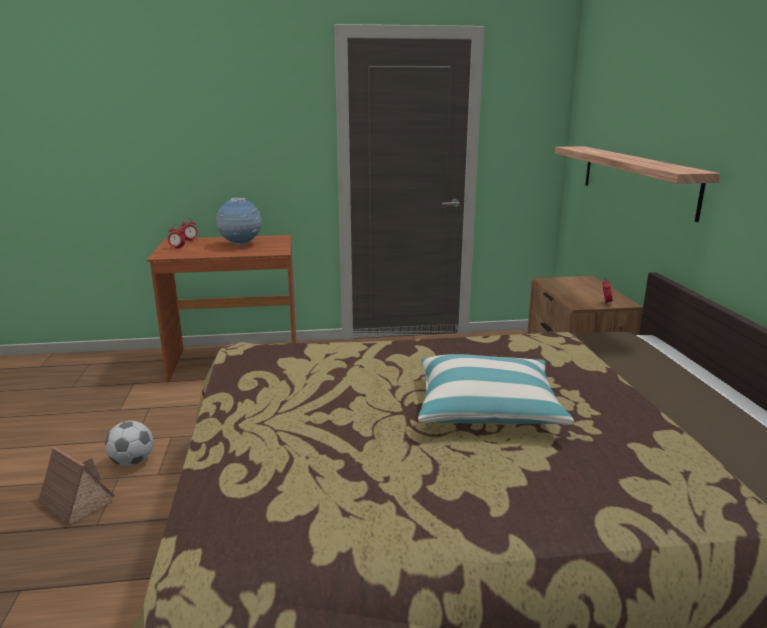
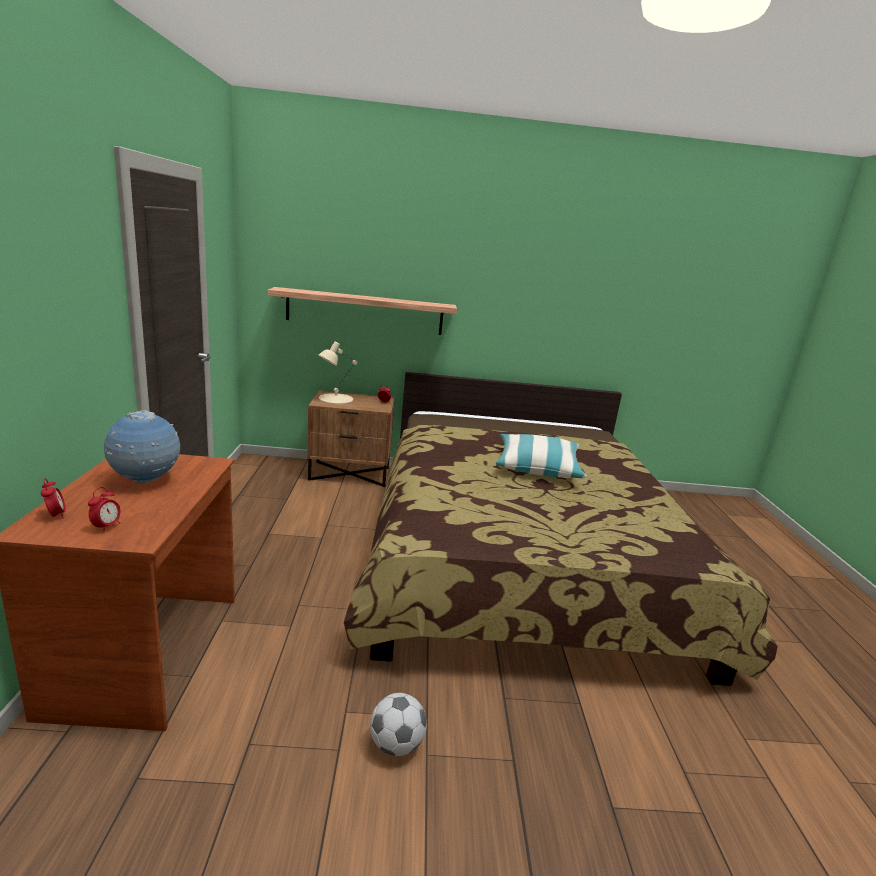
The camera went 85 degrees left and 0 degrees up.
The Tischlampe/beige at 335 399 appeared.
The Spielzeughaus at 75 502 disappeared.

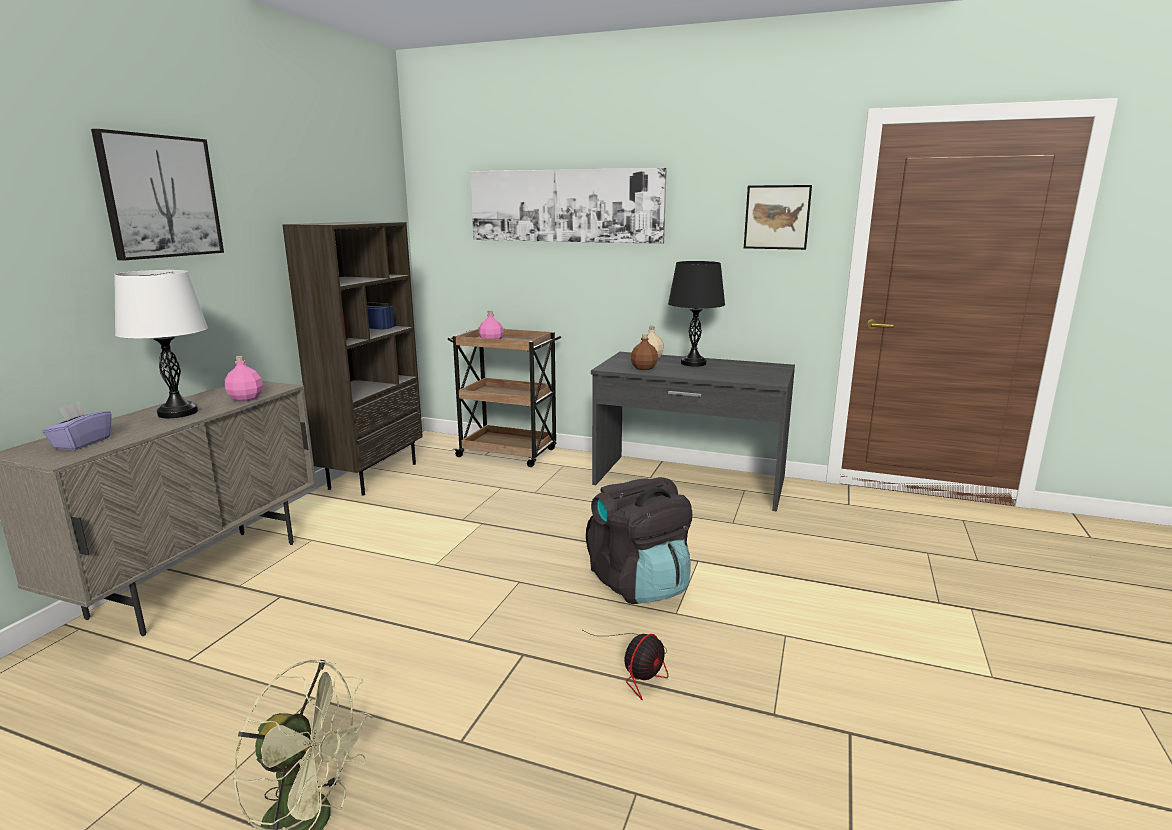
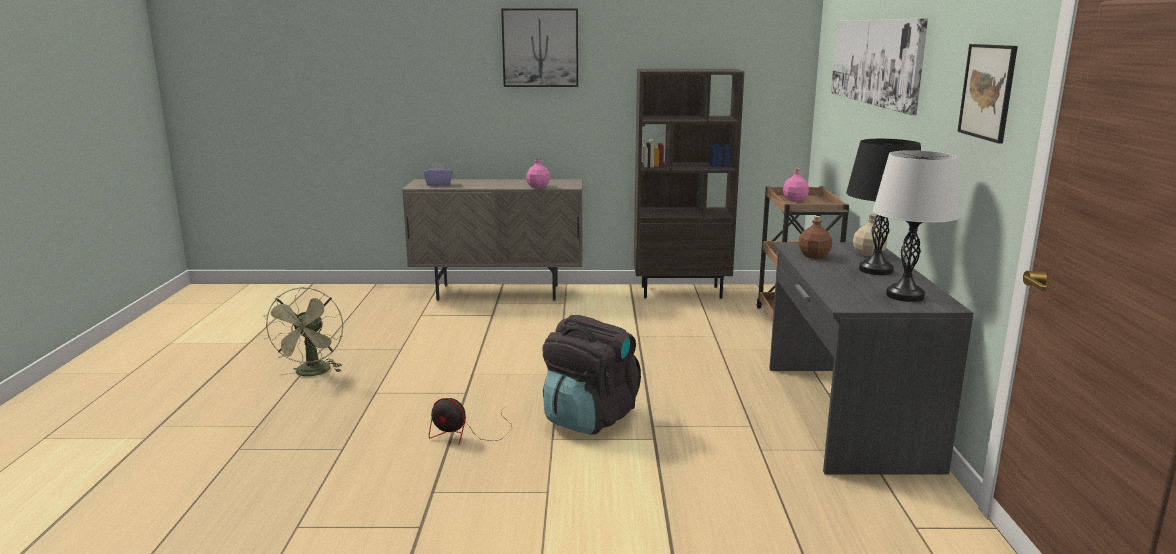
The camera went 70 degrees right and 0 degrees up.
The Tischlampe/weiß moved from 178 413 to 905 296.

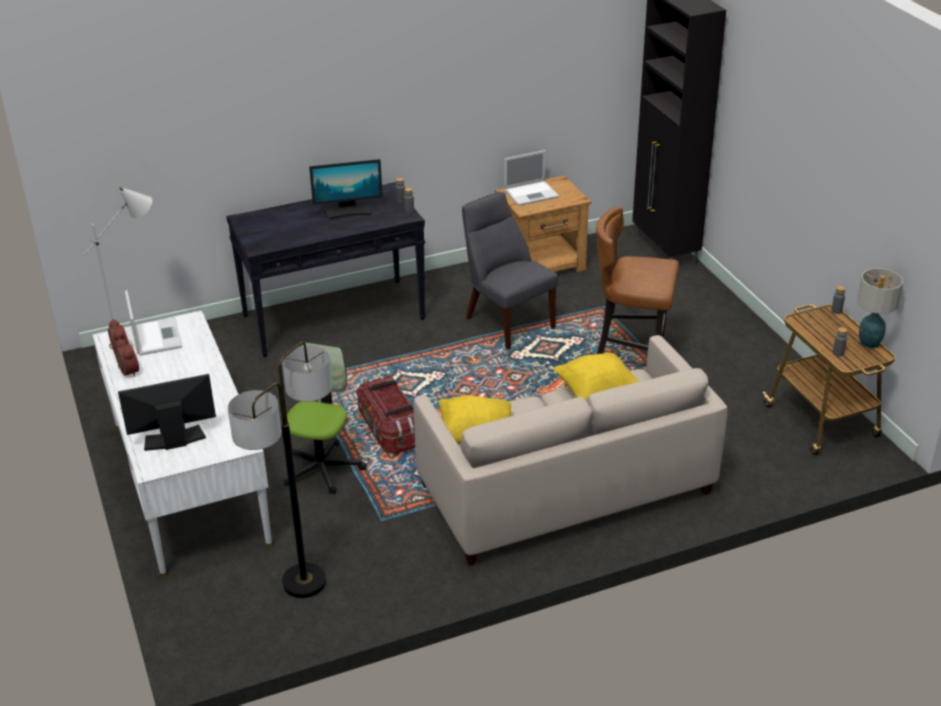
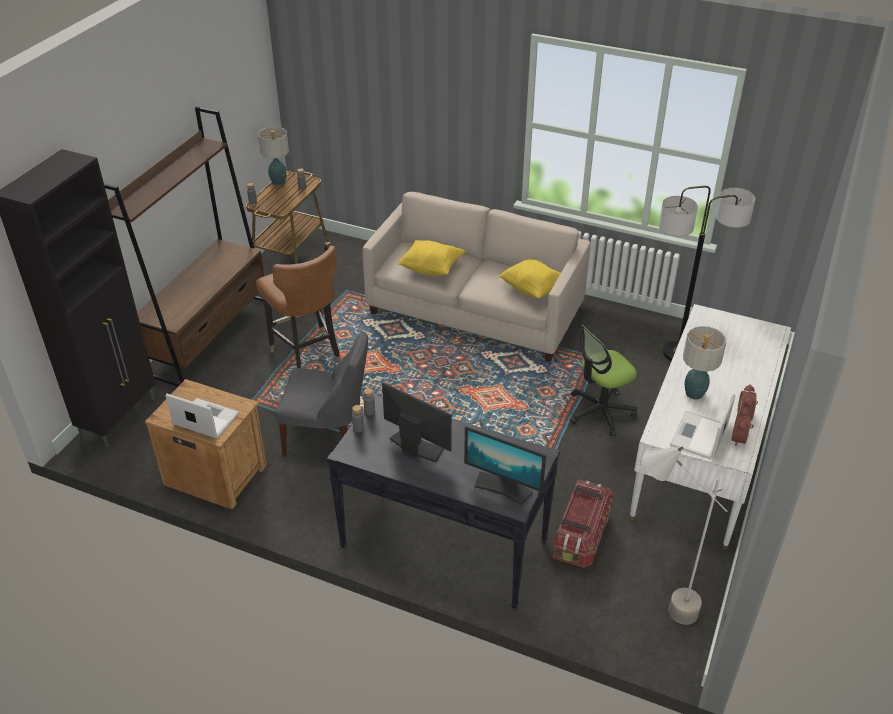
The camera went 135 degrees left and 5 degrees up.
The Bücherregal/braun at 208 336 appeared.
The Stuhl/grau at 506 321 turned 90 degrees counterclockwise.
The Monitor moved from 174 440 to 503 487.
The Aufbewahrungsbox moved from 390 430 to 581 535.
The Tischlampe at 694 394 appeared.

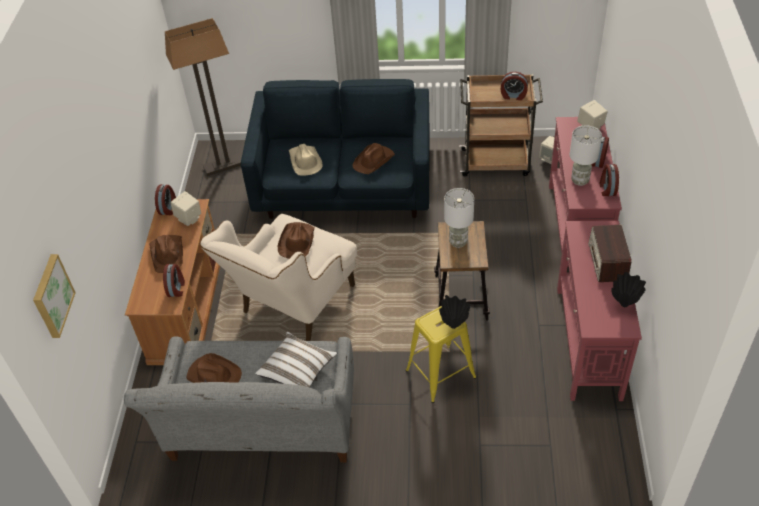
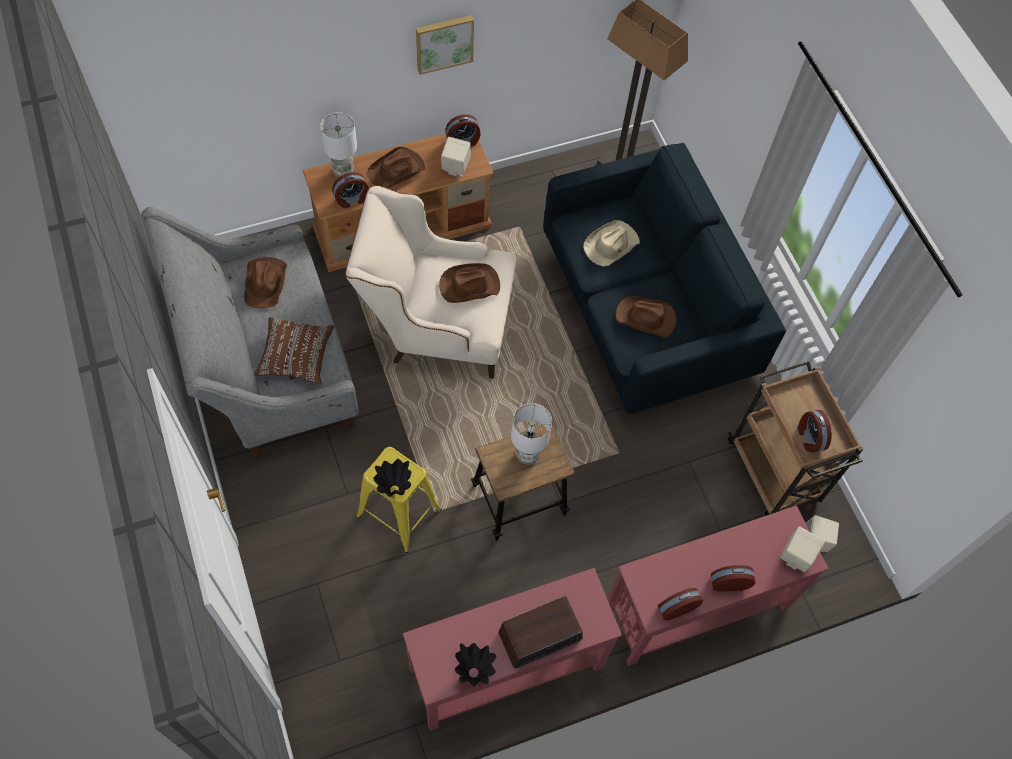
The camera went 60 degrees right and 15 degrees up.
The Kissen/weiß at 297 371 became the Kissen/braun at 296 357.
The Tischlampe/weiß moved from 580 181 to 343 172.
The Bild moved from 51 296 to 444 42.

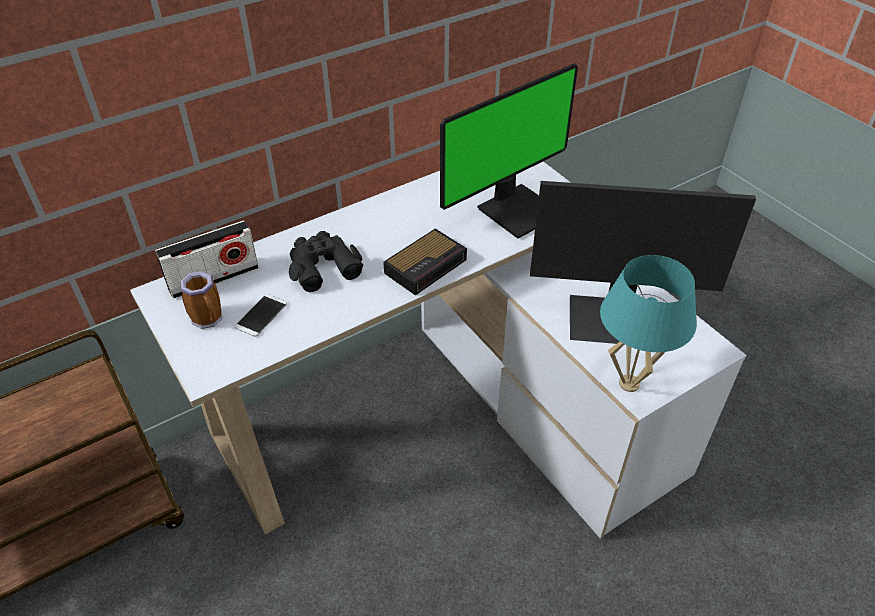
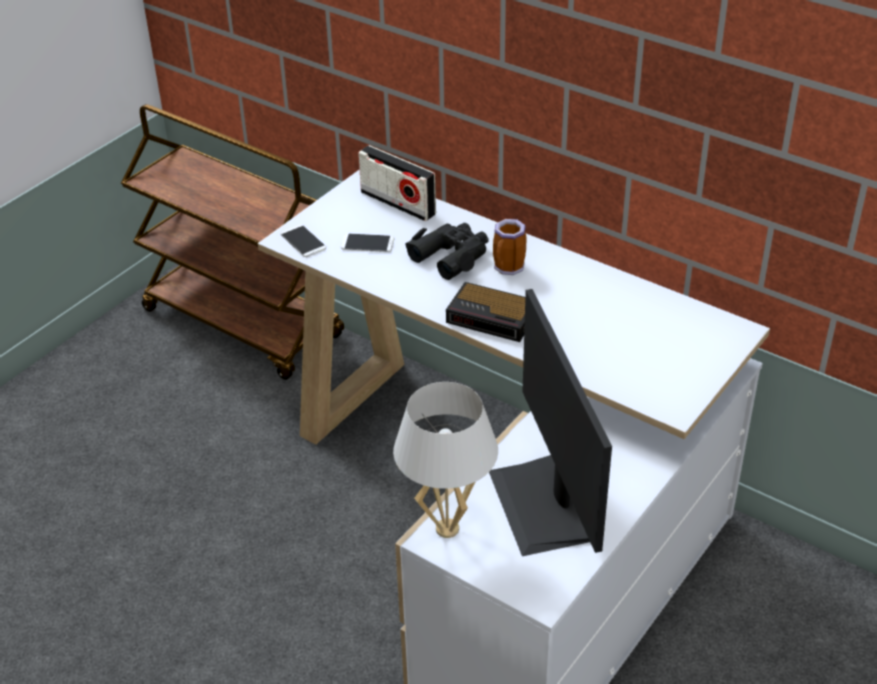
The camera went 70 degrees right and 5 degrees down.
The Handy at 303 241 appeared.
The Tischlampe/türkis at 629 384 became the Tischlampe/weiß at 446 529.
The Henkelbecher moved from 210 319 to 508 269.
The Monitor at 517 209 disappeared.

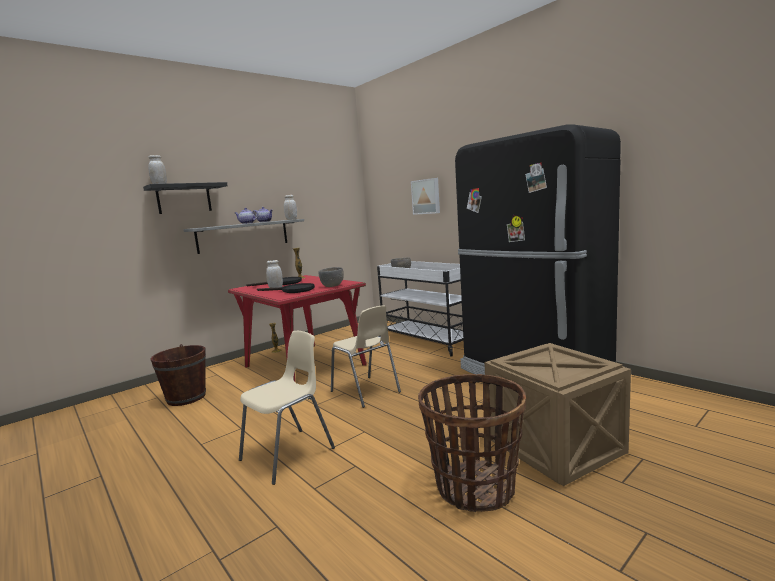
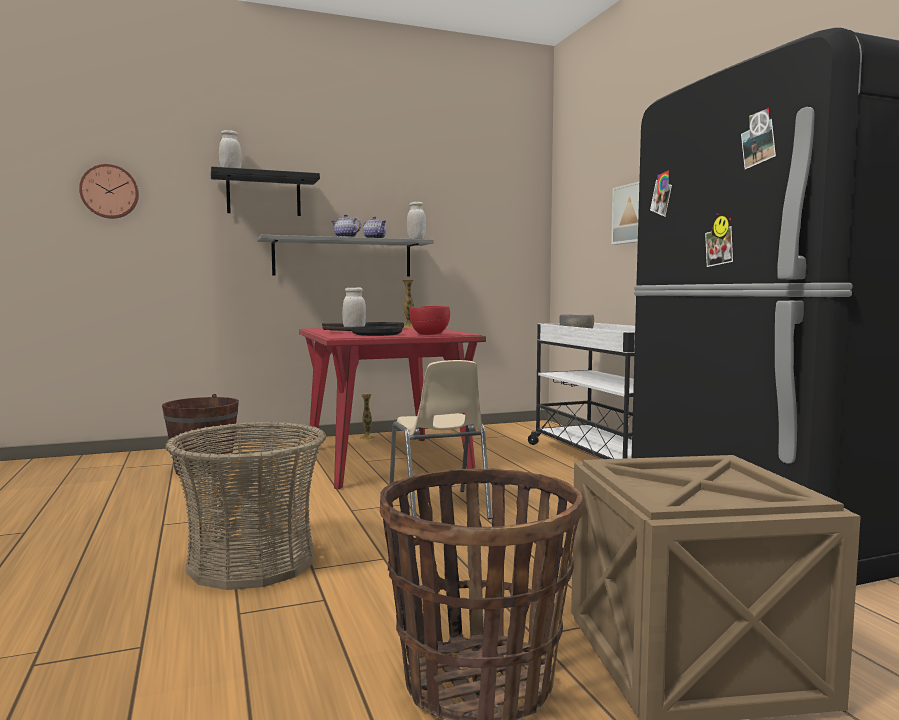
The camera went 20 degrees right and 5 degrees down.
The Wanduhr at 110 191 appeared.
The Stuhl/beige at 289 454 was replaced by the Korb at 252 562.
The Schüssel/grau at 332 286 became the Schüssel/rot at 430 334.

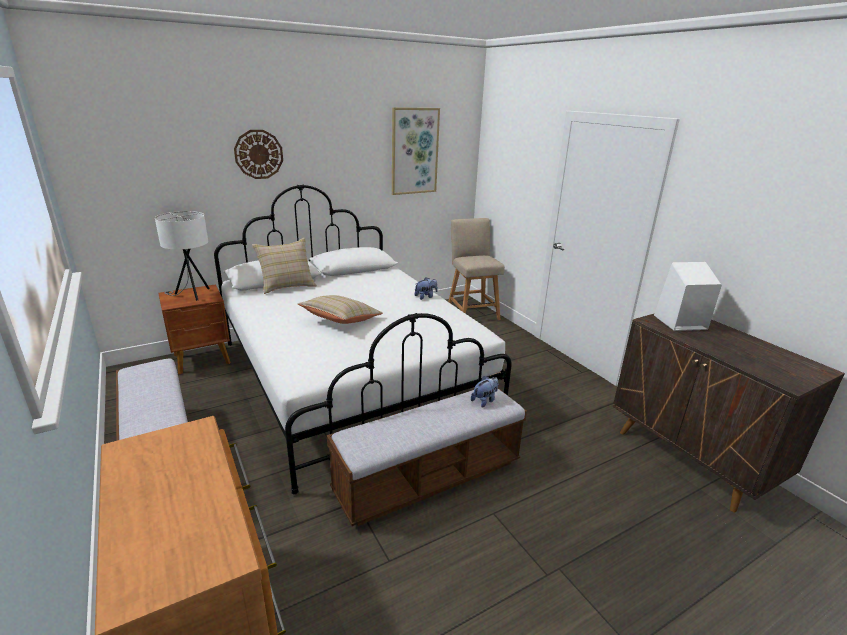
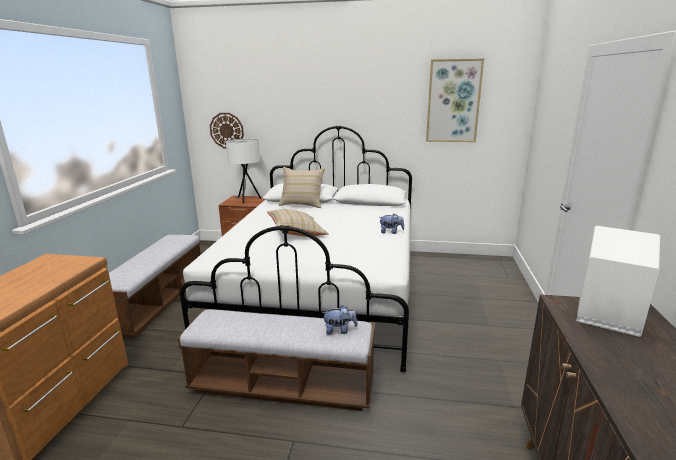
The camera went 40 degrees right and 5 degrees down.
The Wanduhr moved from 258 154 to 226 130.
The Stuhl/beige at 471 312 disappeared.

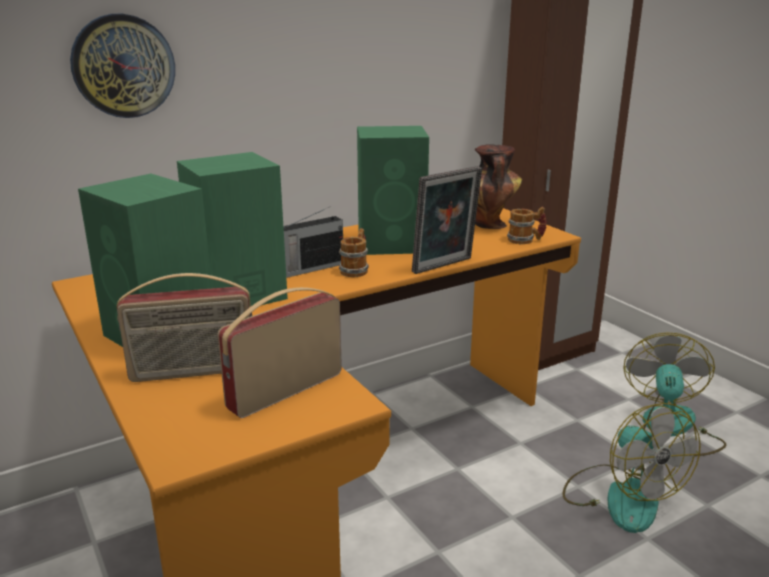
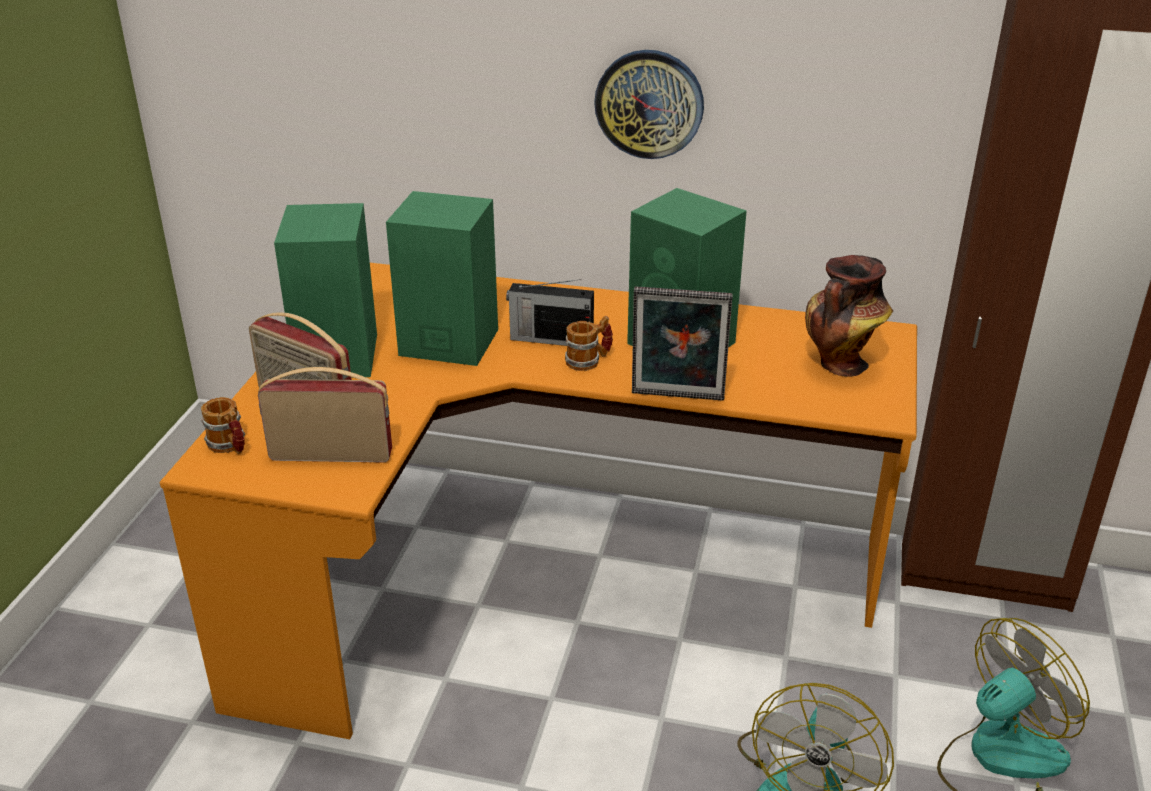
The camera went 45 degrees right and 10 degrees up.
The Henkelbecher moved from 525 240 to 230 446.
The Wanduhr moved from 123 66 to 649 104.

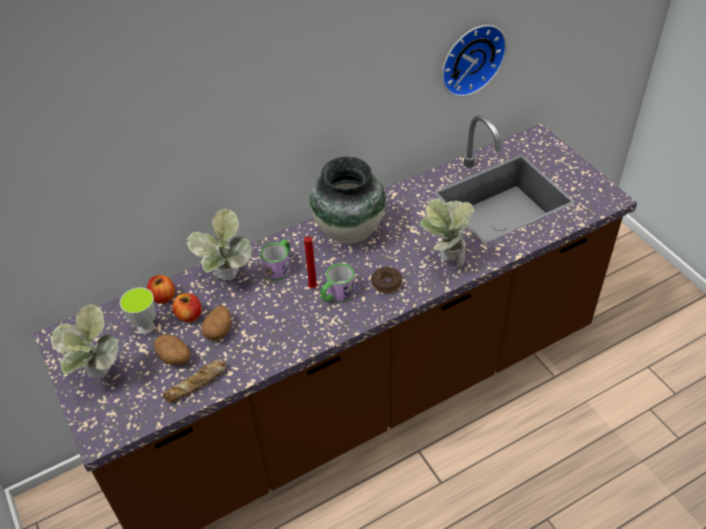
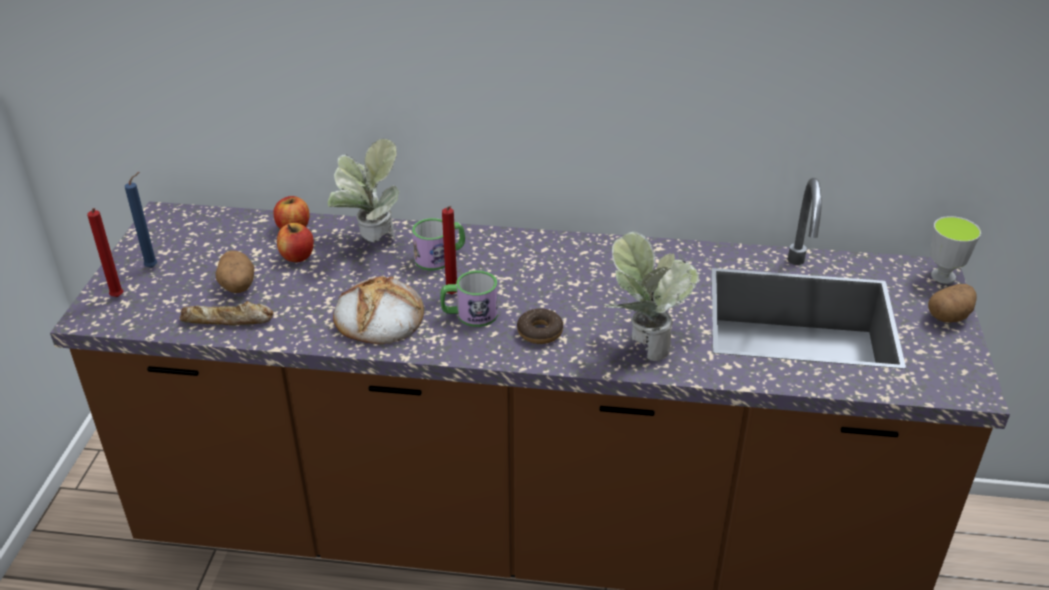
The camera went 35 degrees right and 10 degrees down.
The Kerze/rot at 118 298 appeared.
The Topfpflanze at 99 377 was replaced by the Kerze/blau at 154 266.
The Brot at 378 318 appeared.
The Kartoffel moved from 219 331 to 949 316.
The Tasse moved from 146 327 to 943 276.
The Vase at 349 232 disappeared.
The Wanduhr at 470 58 disappeared.

